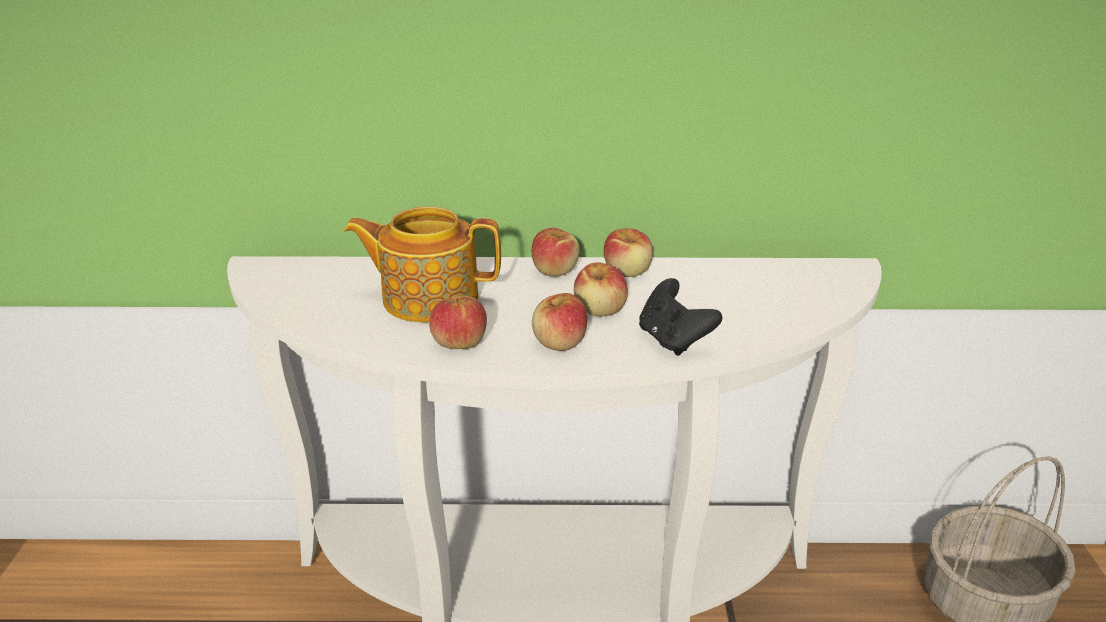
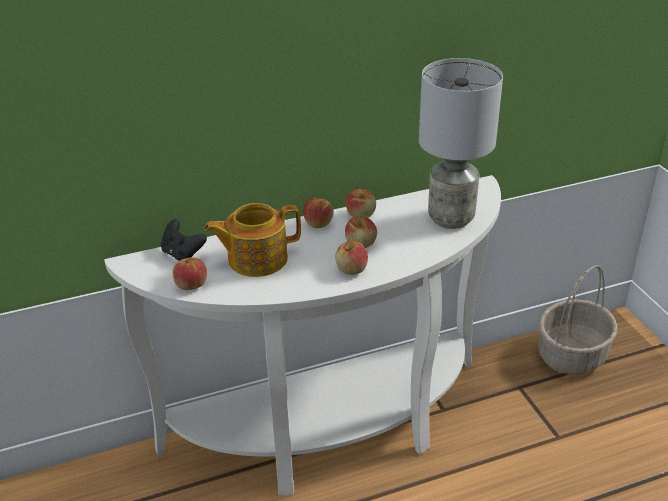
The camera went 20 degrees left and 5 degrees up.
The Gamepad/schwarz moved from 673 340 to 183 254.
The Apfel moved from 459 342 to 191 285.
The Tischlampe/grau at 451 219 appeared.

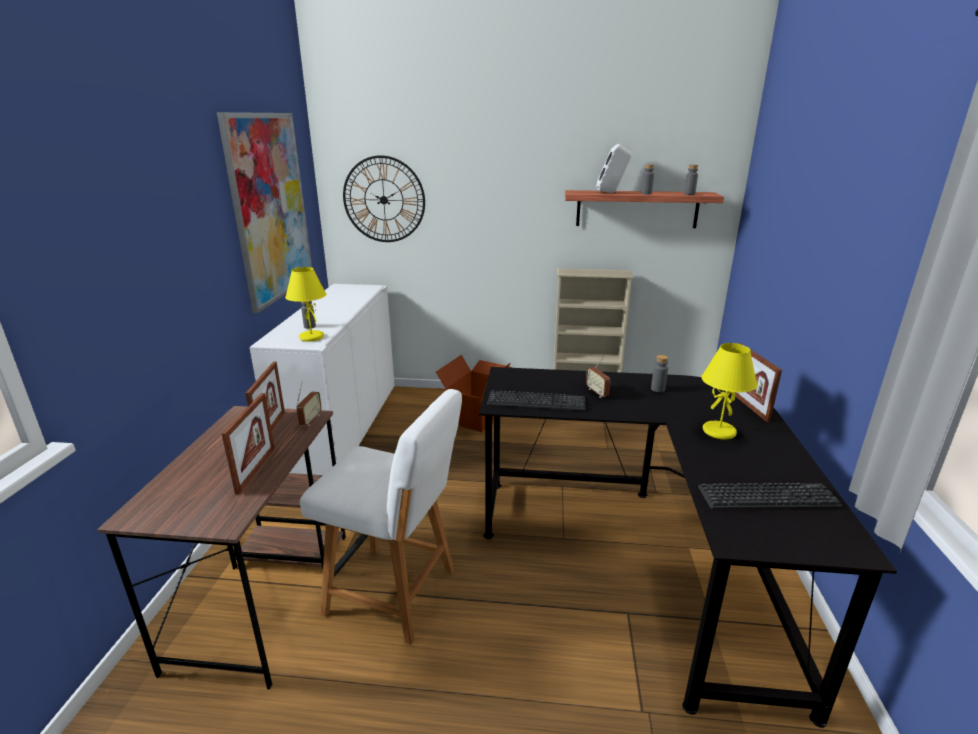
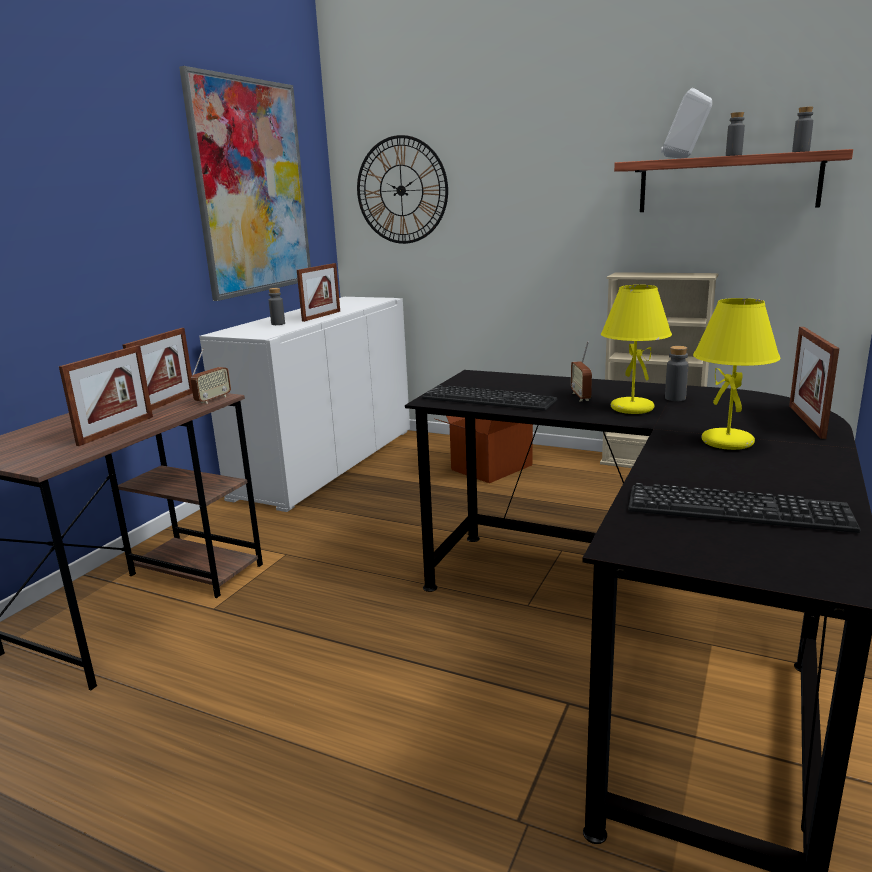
The camera went 20 degrees right and 5 degrees down.
The Bilderrahmen at 321 316 appeared.
The Tischlampe/gelb moved from 311 337 to 631 408.
The Stuhl/weiß at 395 593 disappeared.

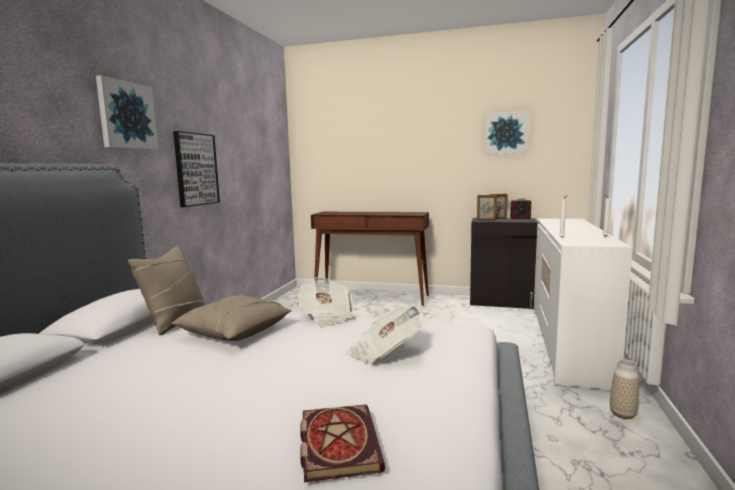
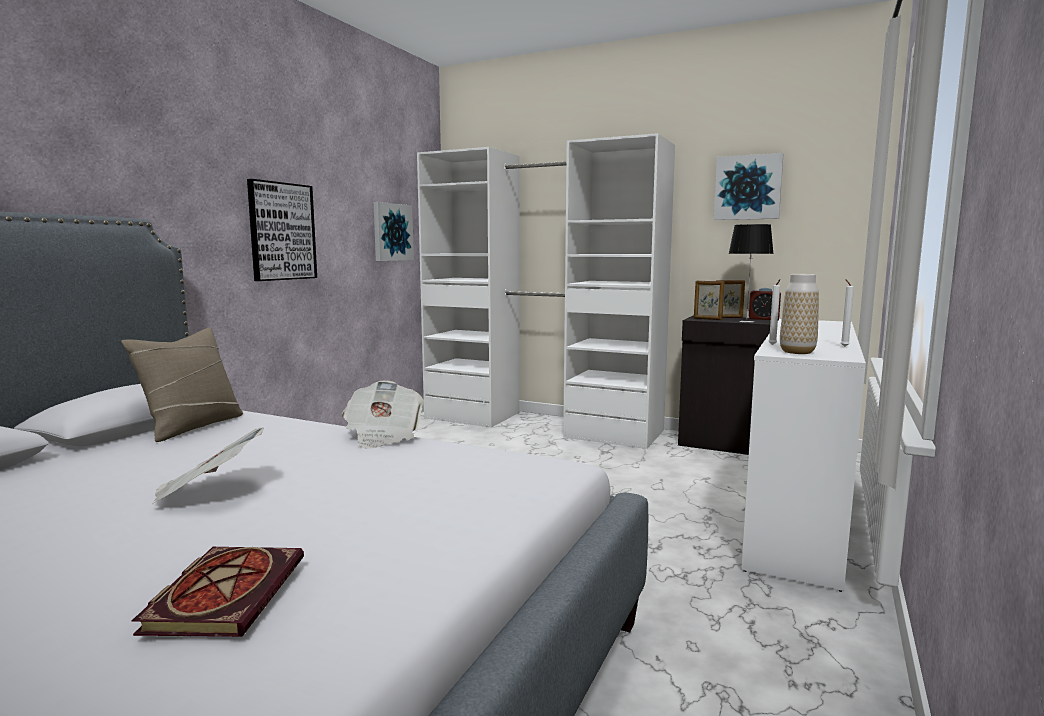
The camera went 10 degrees right and 0 degrees up.
The Zeitung moved from 384 352 to 208 493.
The Bild moved from 127 115 to 392 232.
The Konsolentisch/braun at 372 297 was replaced by the Kleiderschrank/weiß at 540 424.
The Tischlampe at 747 321 appeared.
The Vase moved from 623 414 to 797 352.
The Kissen/beige at 234 332 disappeared.

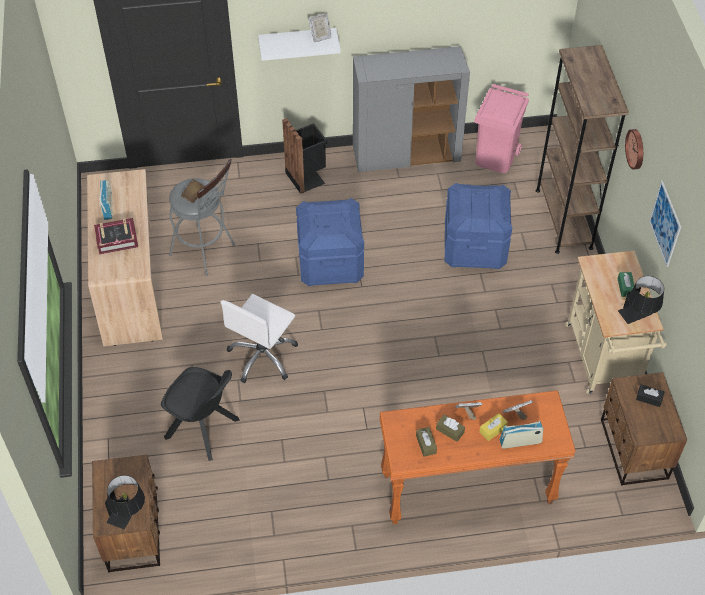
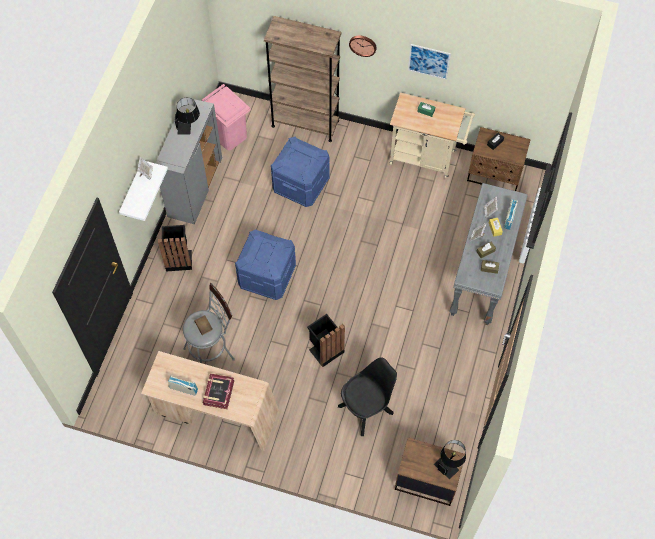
The camera went 65 degrees left and 10 degrees up.
The Tischlampe/schwarz moved from 638 317 to 188 126.
The Bürostuhl/weiß at 263 356 was replaced by the Mülleimer/schwarz at 325 350.
The Konsolentisch/orange at 467 490 became the Konsolentisch/grau at 482 274.

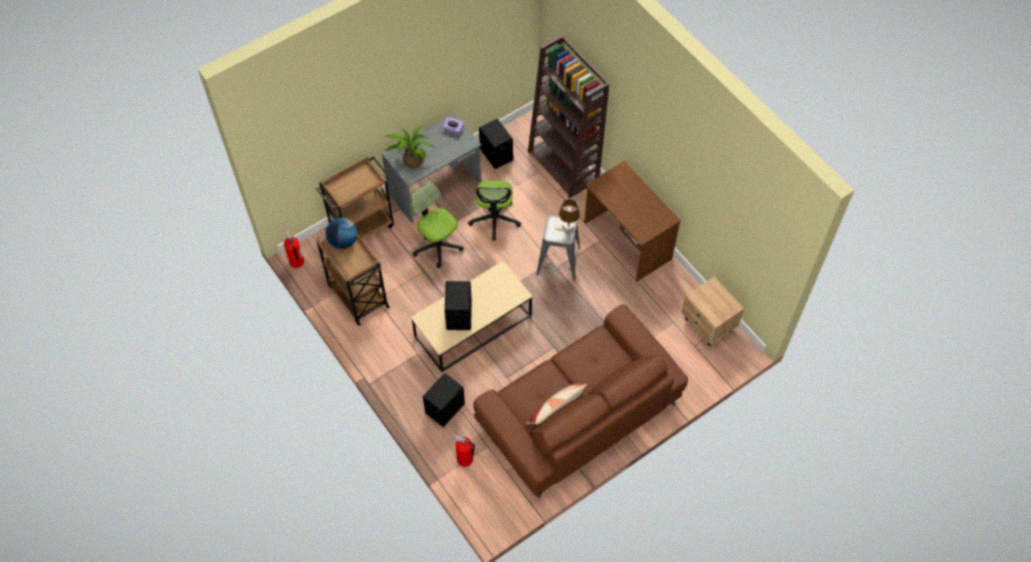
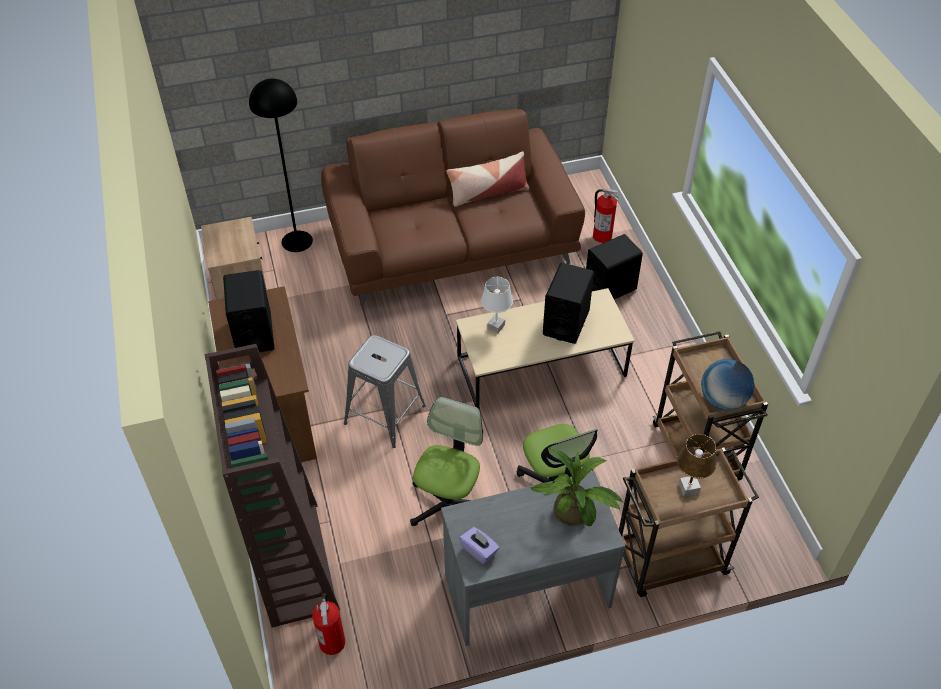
The camera went 160 degrees left and 10 degrees down.
The Lautsprecher/schwarz moved from 496 155 to 253 333.
The Stehlampe/schwarz at 297 241 appeared.
The Feuerlöscher moved from 296 262 to 333 642.
The Tischlampe/weiß at 496 326 appeared.
The Tischlampe/braun moved from 568 228 to 688 488.

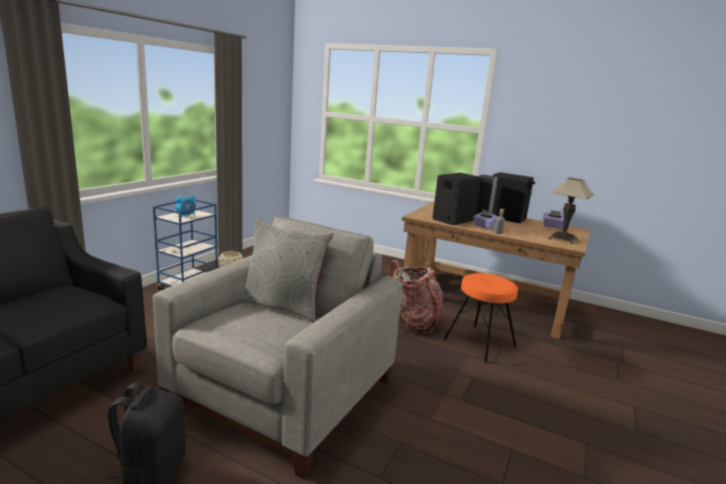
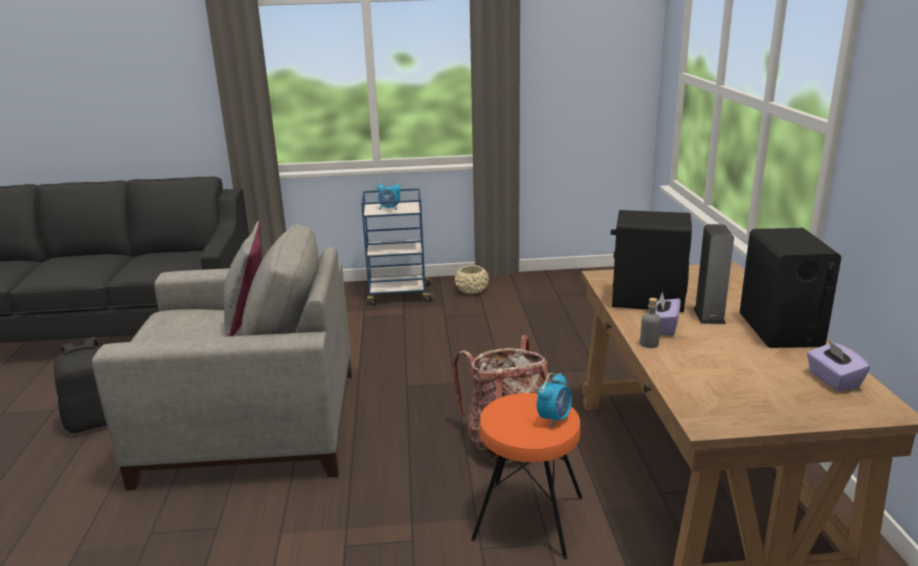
The camera went 60 degrees right and 5 degrees up.
The Wecker at 554 418 appeared.
The Tischlampe at 562 239 disappeared.

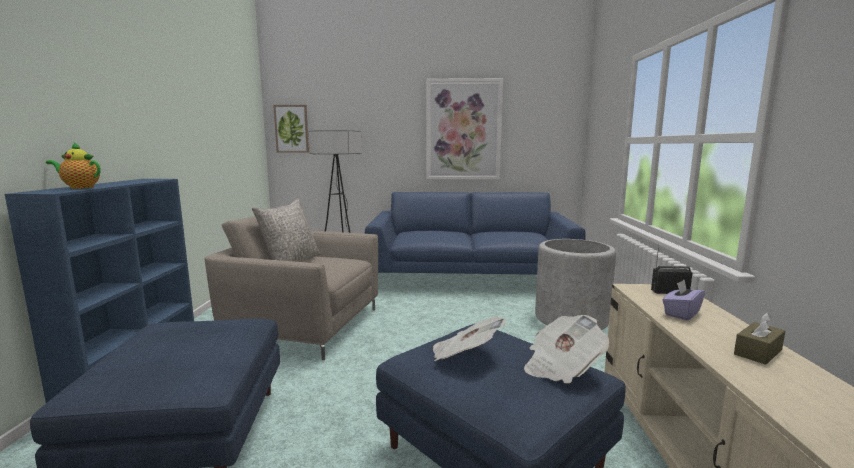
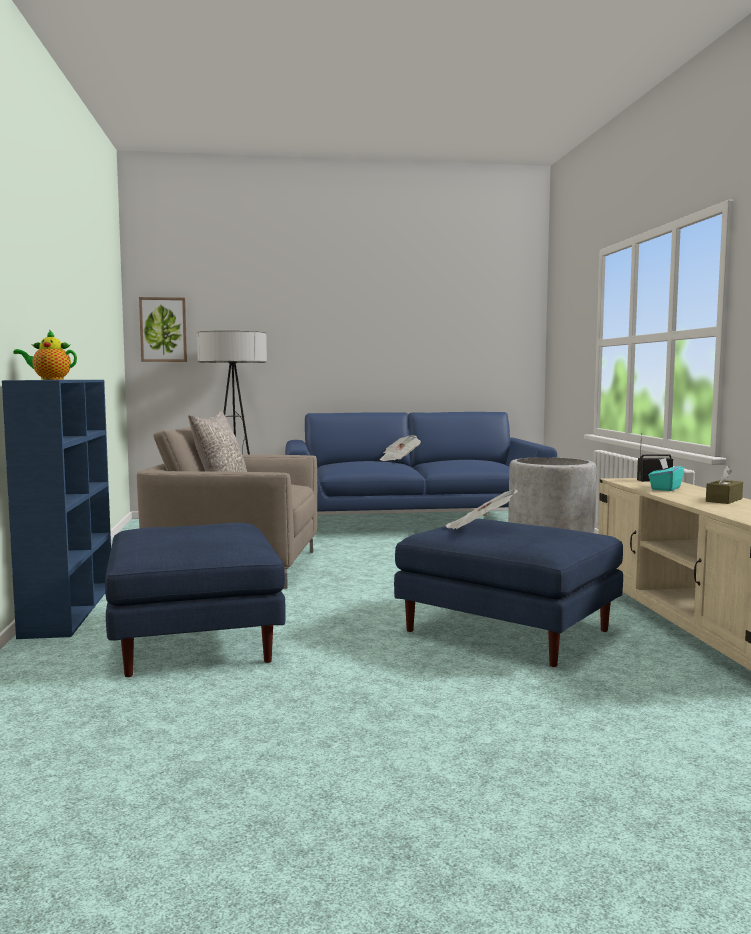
The camera went 10 degrees left and 5 degrees down.
The Zeitung moved from 561 367 to 399 459.
The Taschentuchbox/lila at 681 313 became the Taschentuchbox/türkis at 665 489.
The Bild at 463 130 disappeared.

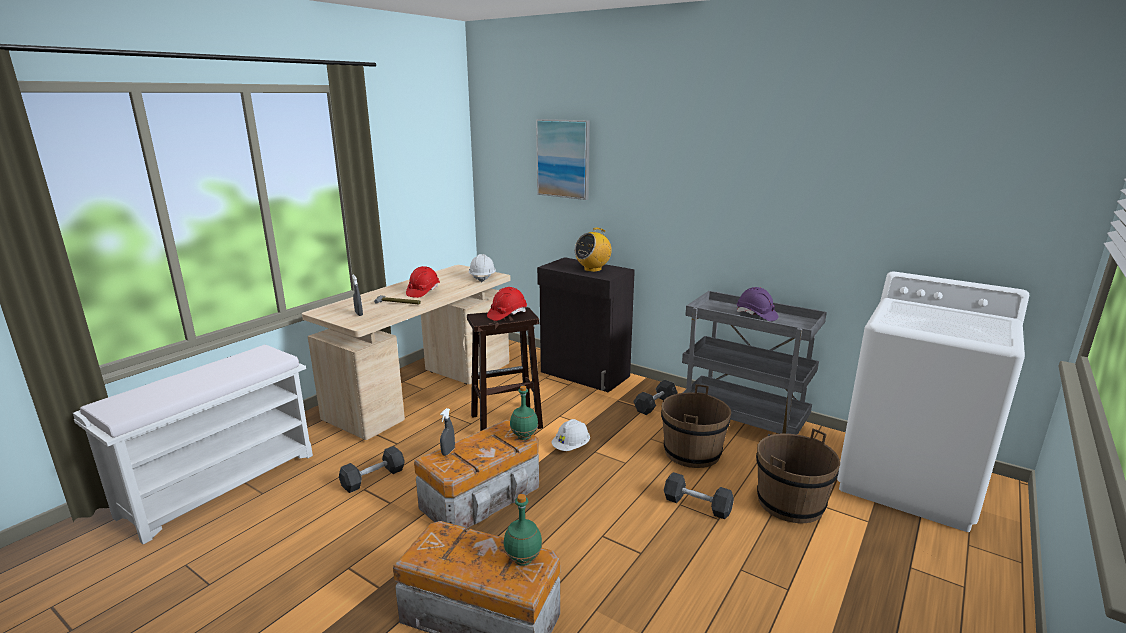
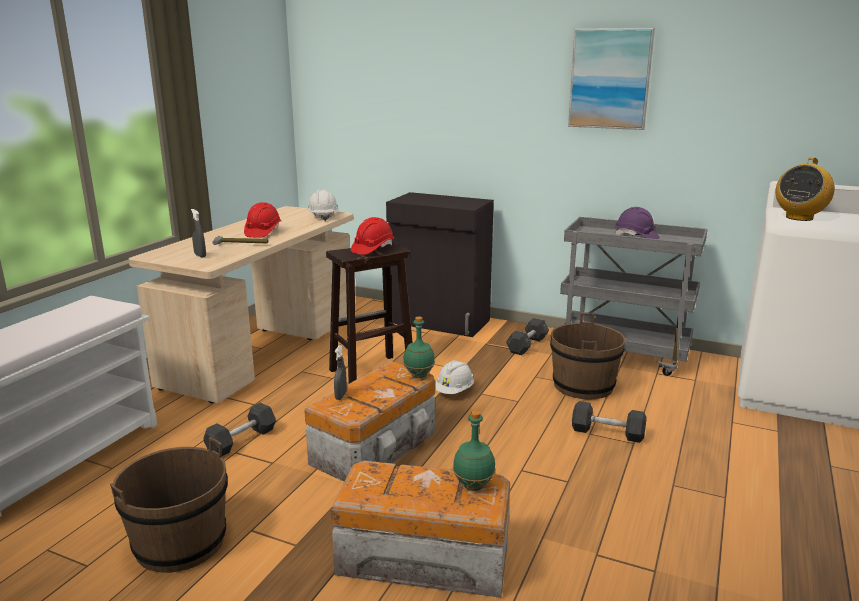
The camera went 10 degrees left and 0 degrees up.
The Eimer/braun moved from 790 503 to 180 543.
The Bild moved from 563 158 to 610 79.
The Radio moved from 593 269 to 799 217.

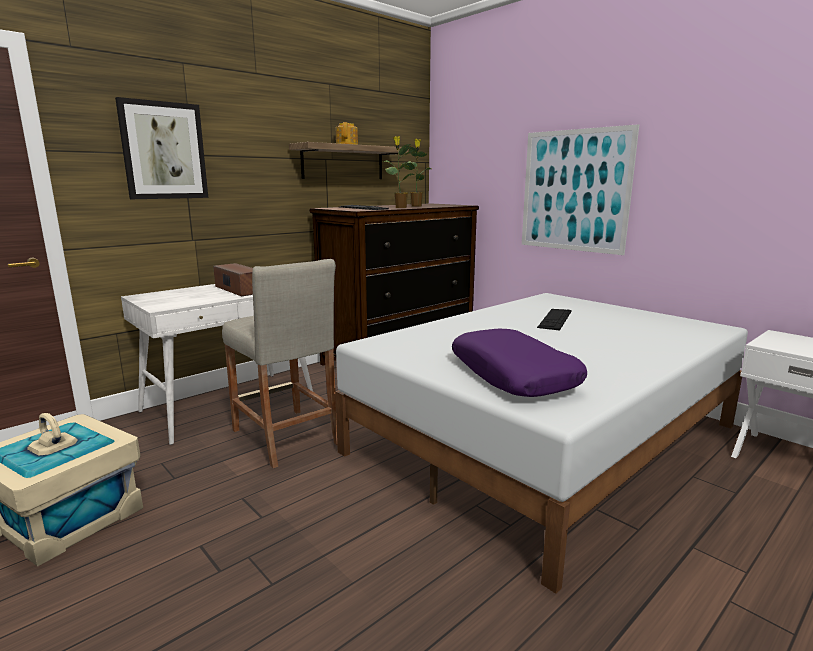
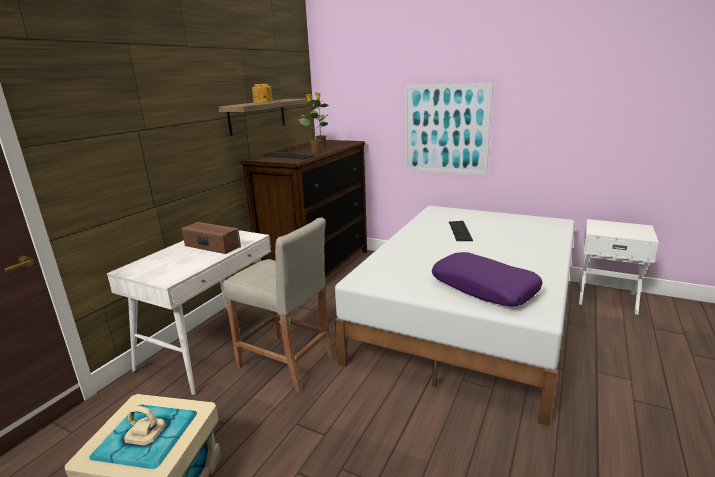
The camera went 20 degrees left and 5 degrees up.
The Bild at 164 151 disappeared.

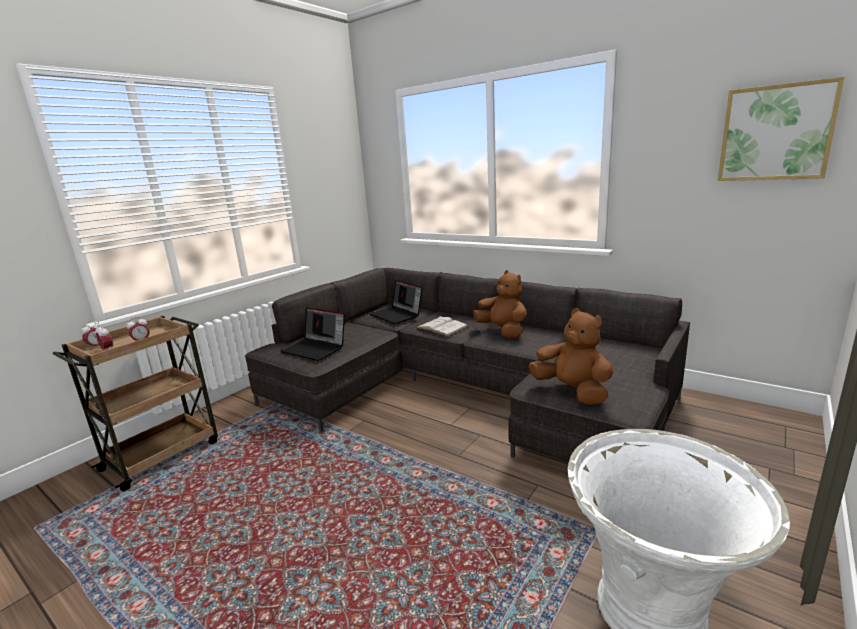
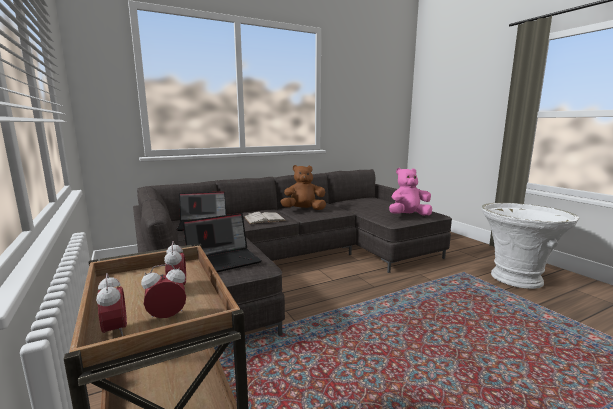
The camera went 65 degrees left and 5 degrees down.
The Plüschtier/braun at 572 391 became the Plüschtier/rosa at 408 216.
The Bild at 775 133 disappeared.

